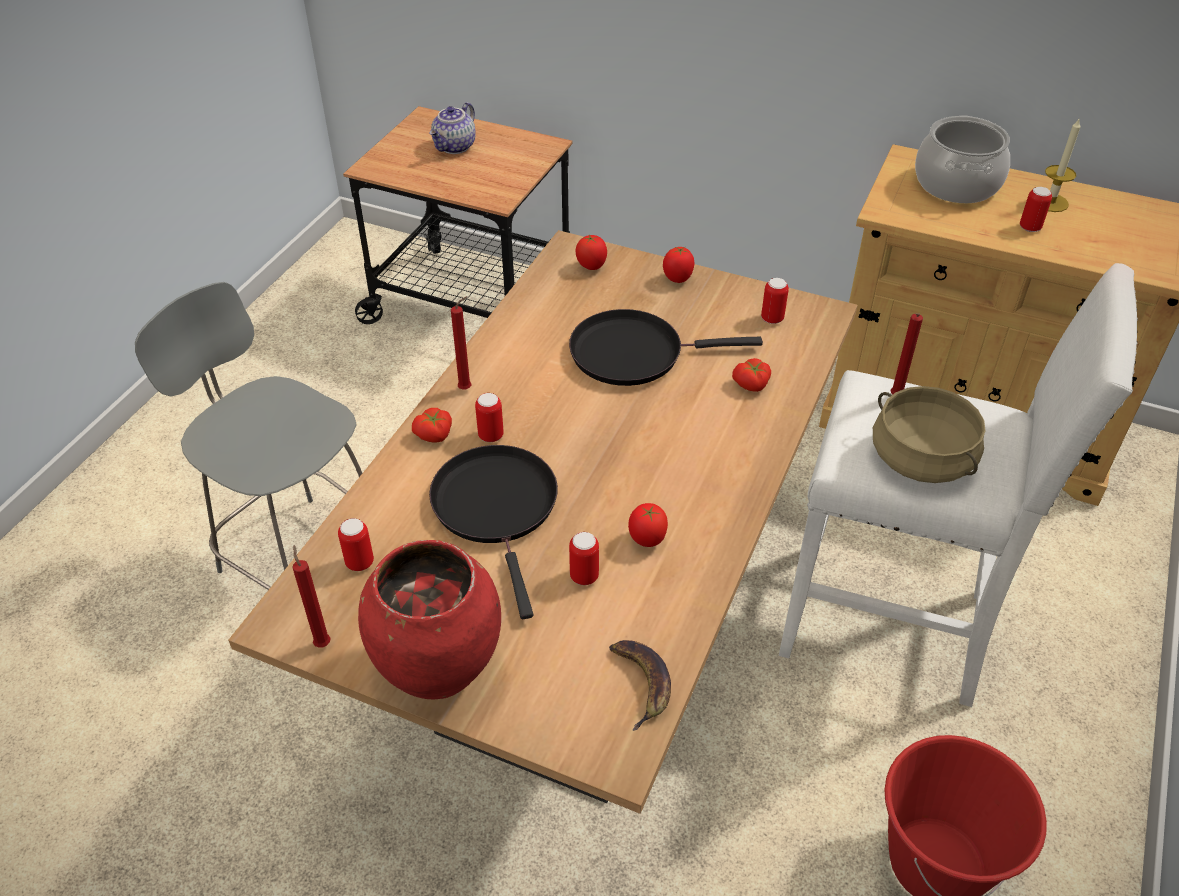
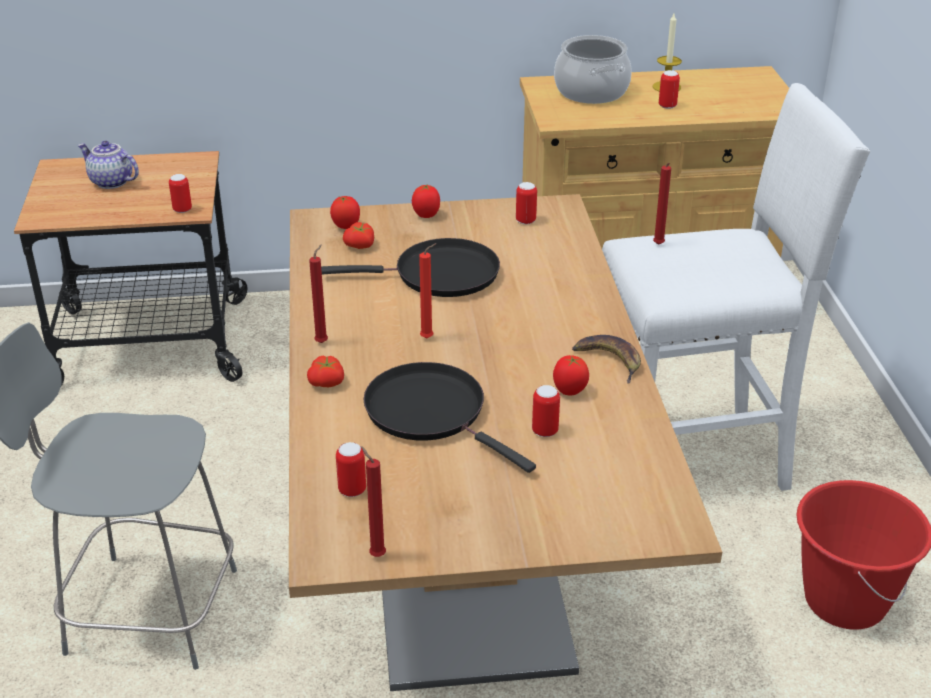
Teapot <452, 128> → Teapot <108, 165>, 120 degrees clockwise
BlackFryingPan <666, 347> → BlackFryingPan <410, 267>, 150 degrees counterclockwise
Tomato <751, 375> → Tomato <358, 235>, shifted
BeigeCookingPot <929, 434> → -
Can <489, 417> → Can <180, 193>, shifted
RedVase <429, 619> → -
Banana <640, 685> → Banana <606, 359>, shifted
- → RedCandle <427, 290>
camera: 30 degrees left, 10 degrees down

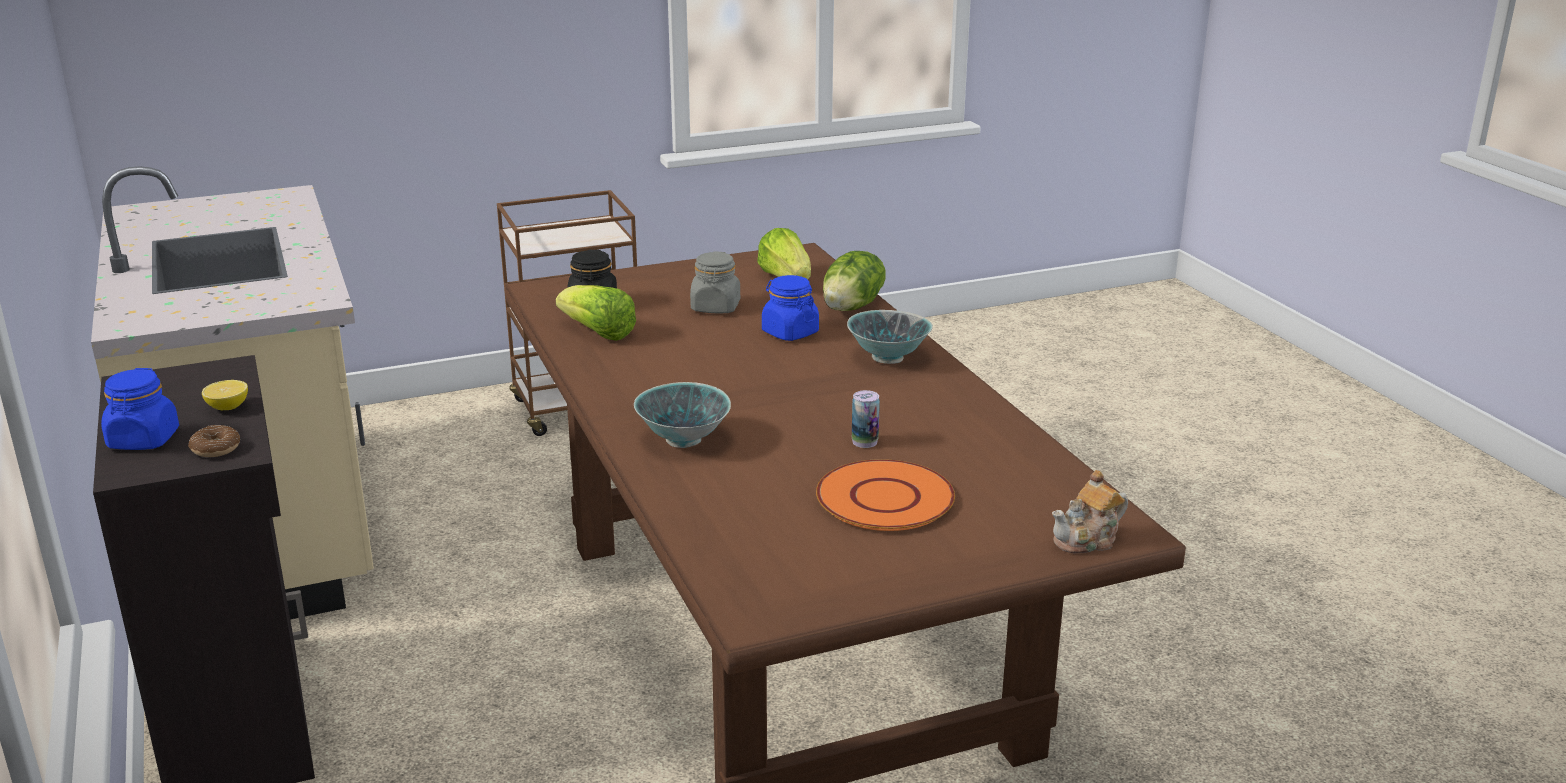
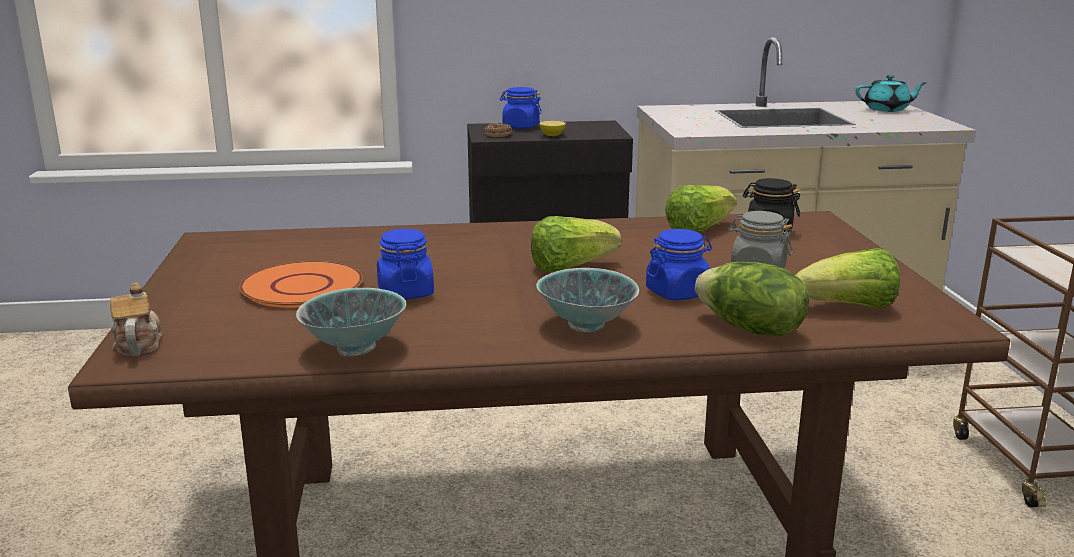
Bowl <682, 415> → Bowl <351, 322>, shifted
Can <866, 419> → BlueJar <405, 264>
- → TurquoiseTeapot <890, 93>
- → Lettuce <576, 244>
camera: 105 degrees right, 5 degrees down

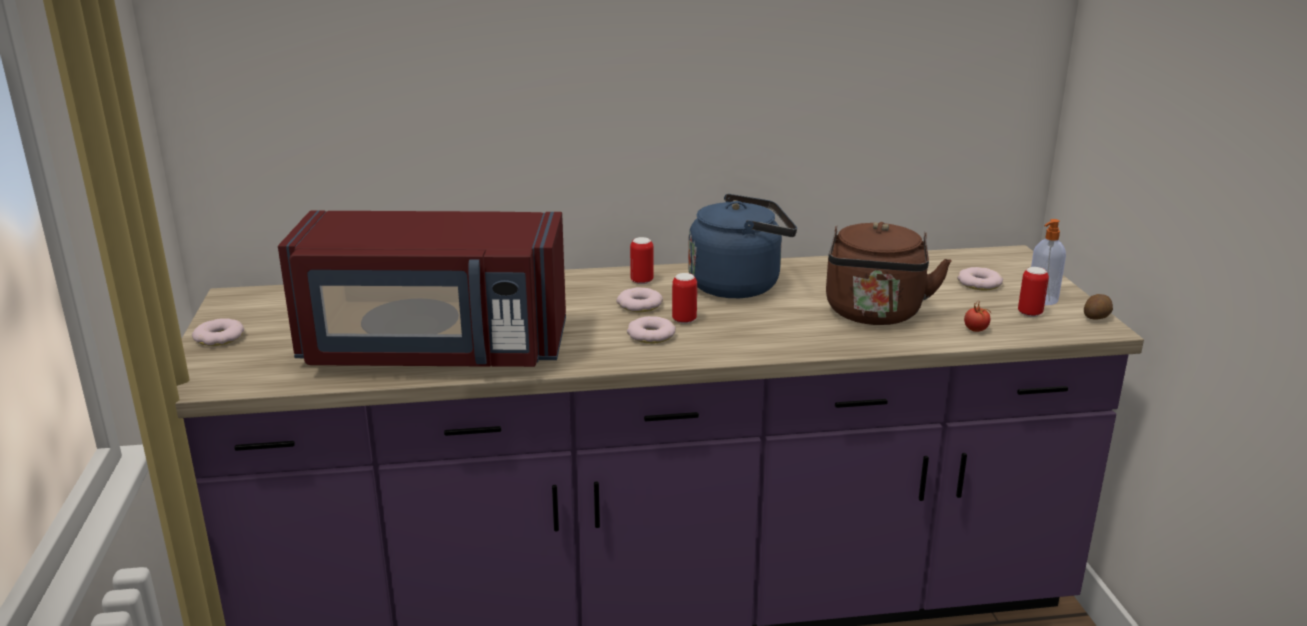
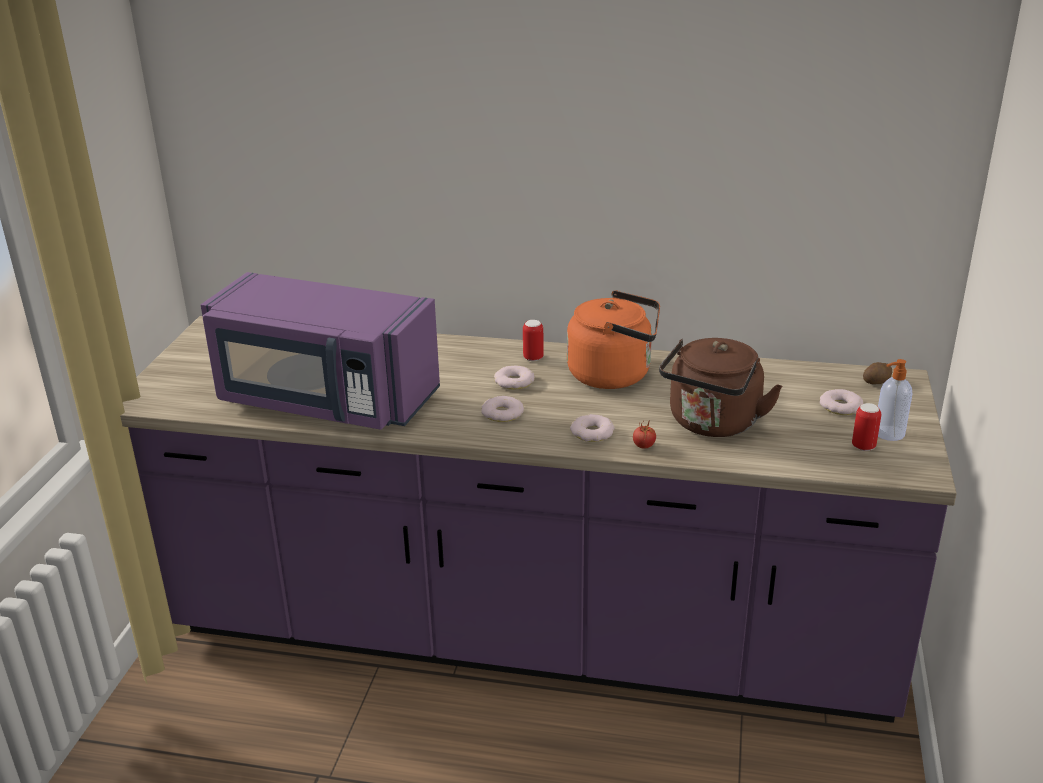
BlueKettle <742, 246> → OrangeKettle <613, 339>
RedMicrowave <422, 288> → PurpleMicrowave <320, 351>
Can <684, 298> → -
Potato <1098, 307> → Potato <877, 373>, shifted
Tomato <977, 316> → Tomato <644, 434>, shifted
Donut <218, 332> → Donut <592, 428>, shifted
camera: 20 degrees right, 5 degrees up

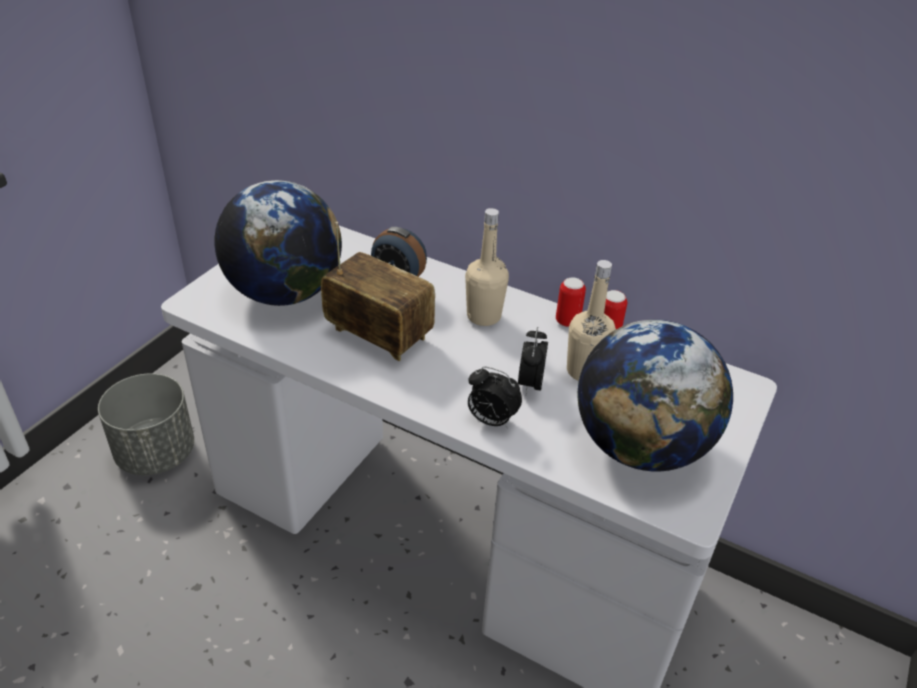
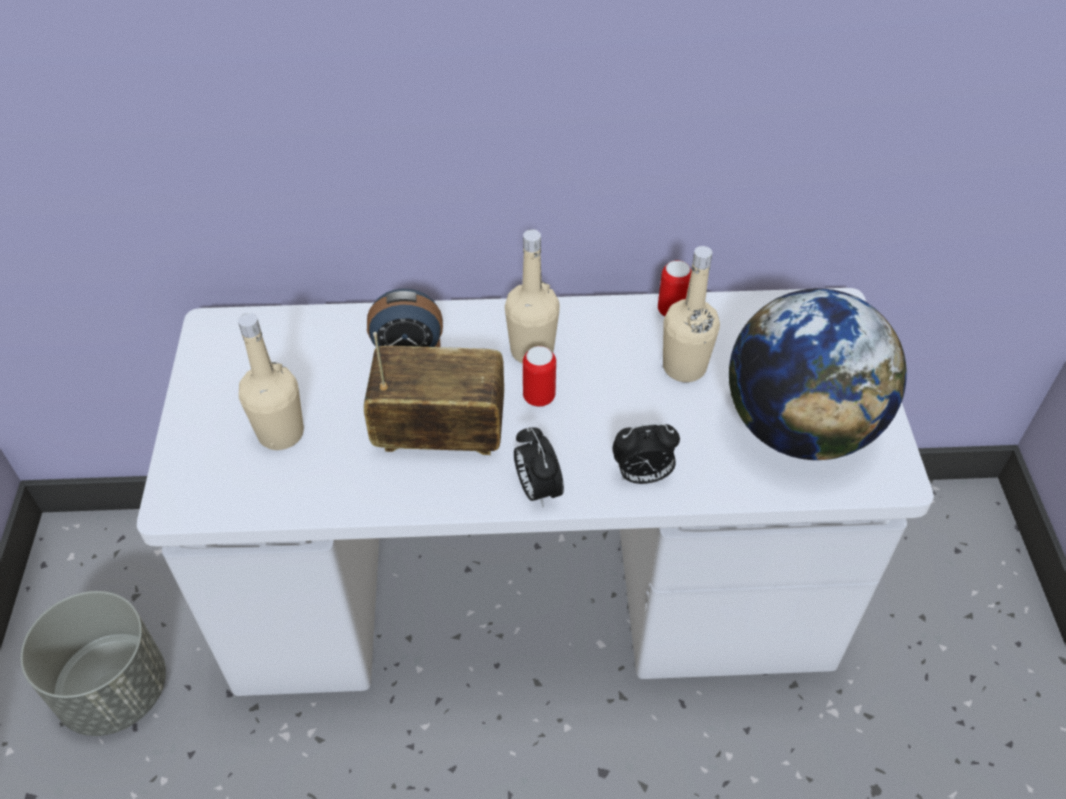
Globe <278, 243> → BeigeBottle <271, 381>
Can <571, 302> → Can <539, 376>, shifted
AlarmClock <533, 361> → AlarmClock <539, 467>, shifted
camera: 30 degrees left, 10 degrees up

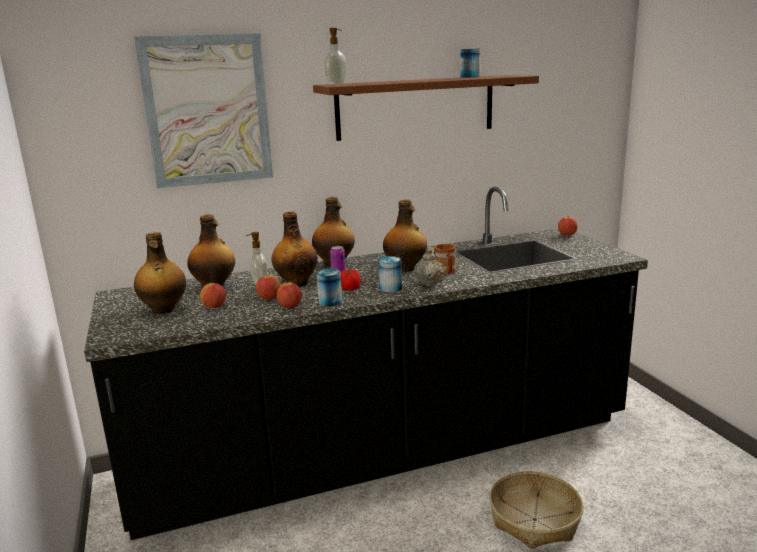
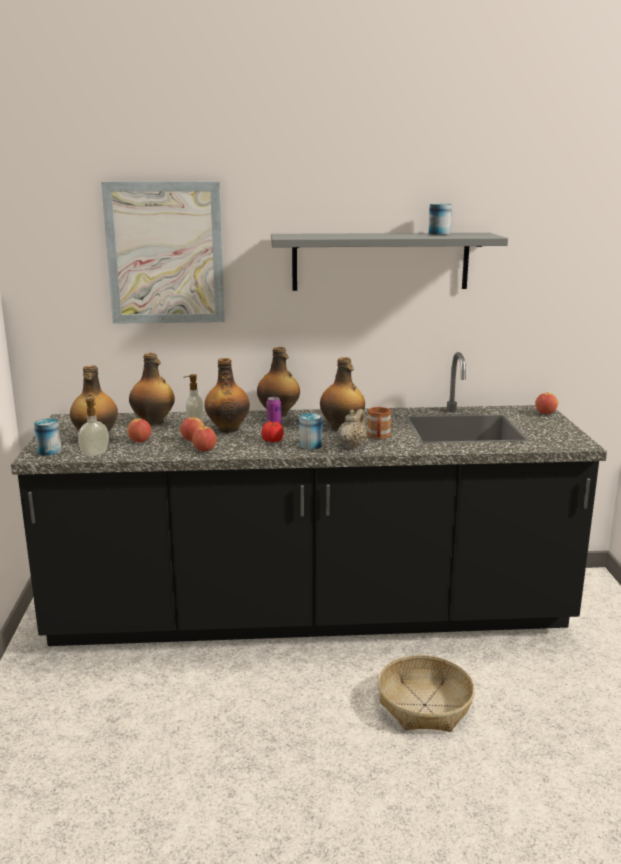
SoapDispenser <335, 56> → SoapDispenser <93, 427>, shifted
BrownShelf <426, 108> → GreyShelf <389, 262>
Can <329, 288> → Can <48, 437>, shifted
camera: 15 degrees right, 0 degrees up

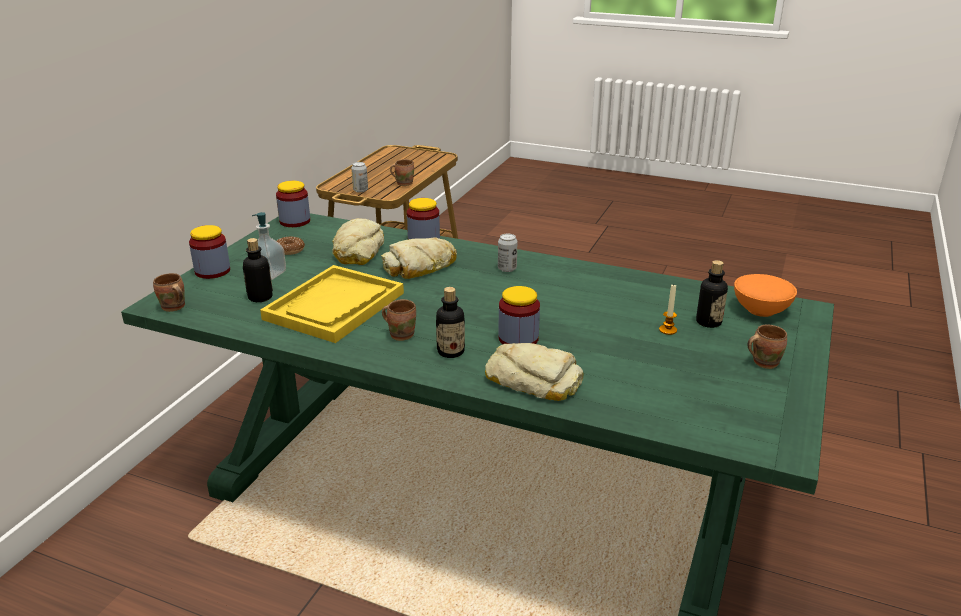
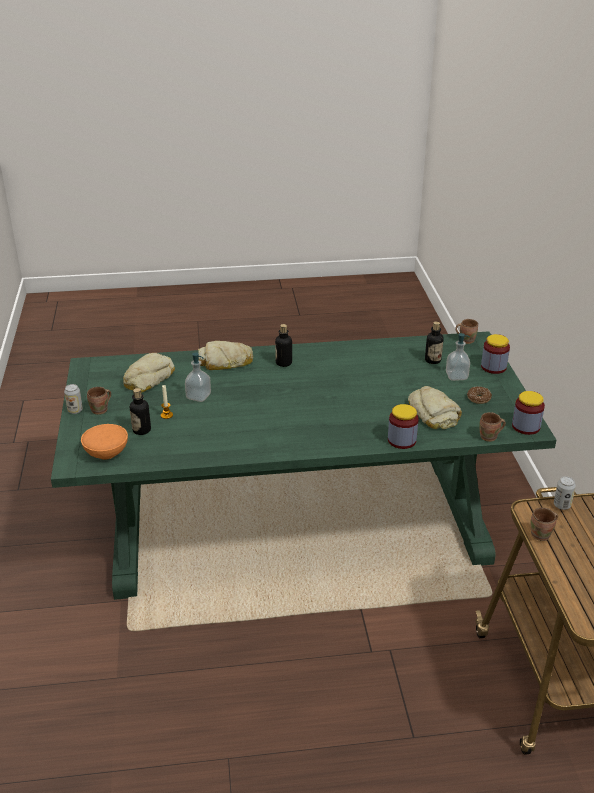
Can <507, 253> → Can <73, 399>, shifted
Bread <419, 258> → Bread <149, 373>, shifted
YellowTray <332, 304> → -
Jar <519, 315> → -
BrownMug <399, 320> → BrownMug <492, 427>, shifted
- → SoapDispenser <198, 377>
camera: 150 degrees right, 5 degrees up

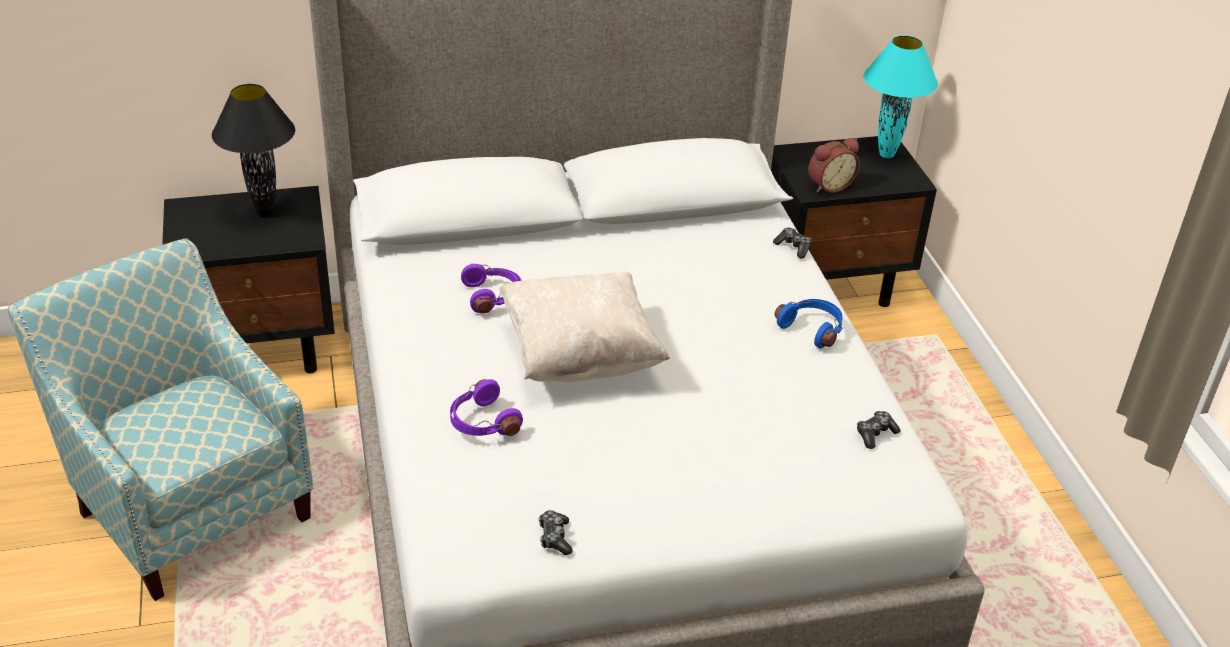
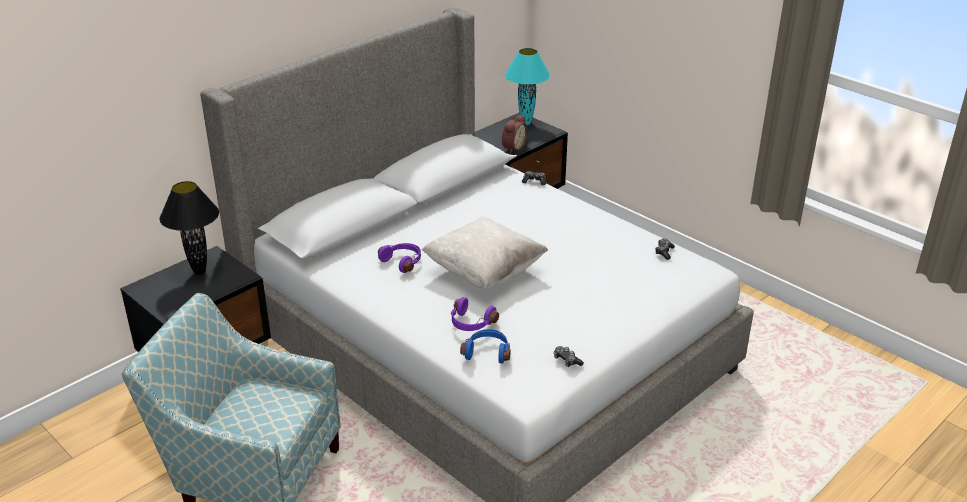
BlueHeadphones <809, 324> → BlueHeadphones <485, 346>, shifted
camera: 30 degrees left, 5 degrees down

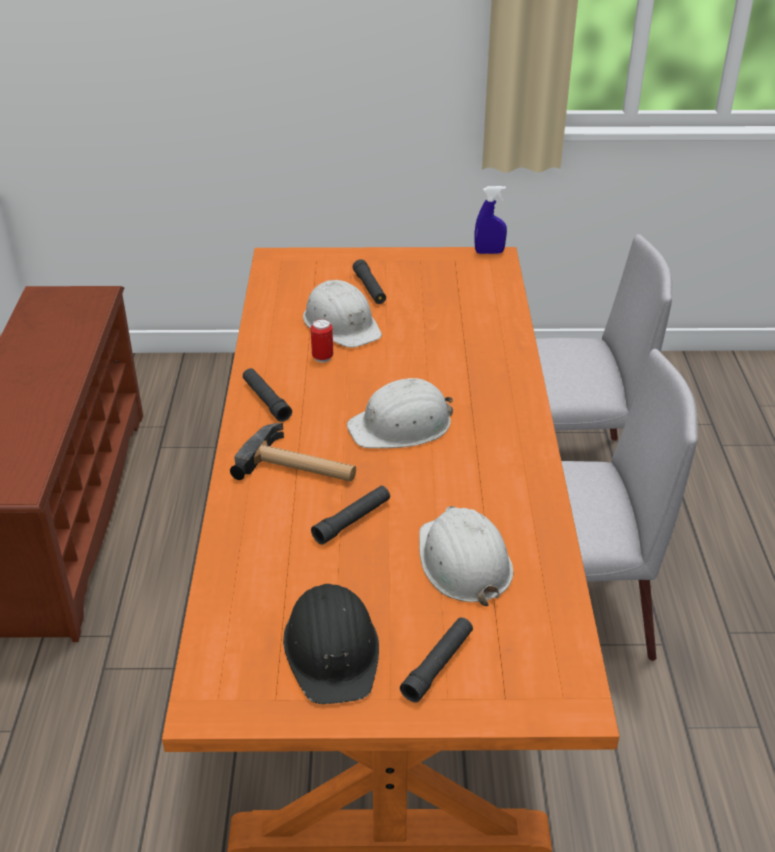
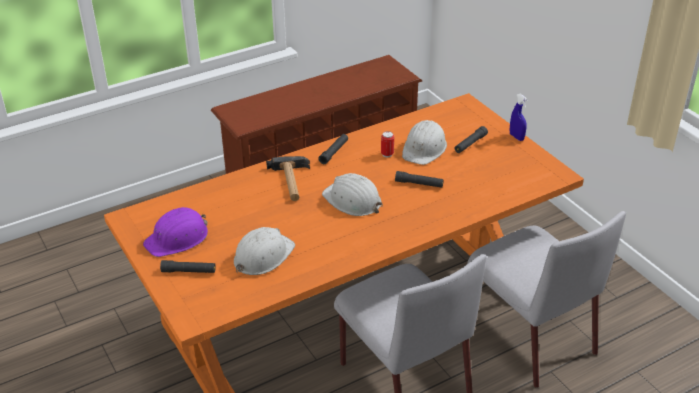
BlueSprayBottle <491, 220> → BlueSprayBottle <519, 117>, shifted
BlackFlashlight <350, 515> → BlackFlashlight <419, 179>, shifted
BlackHardHat <331, 644> → PurpleHardHat <175, 232>
camera: 60 degrees right, 0 degrees up

